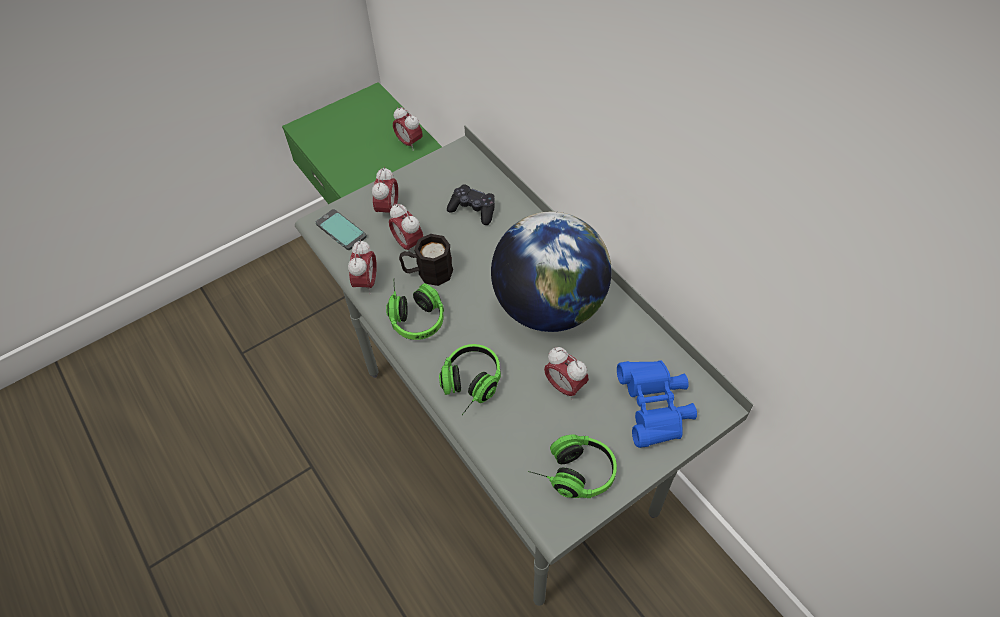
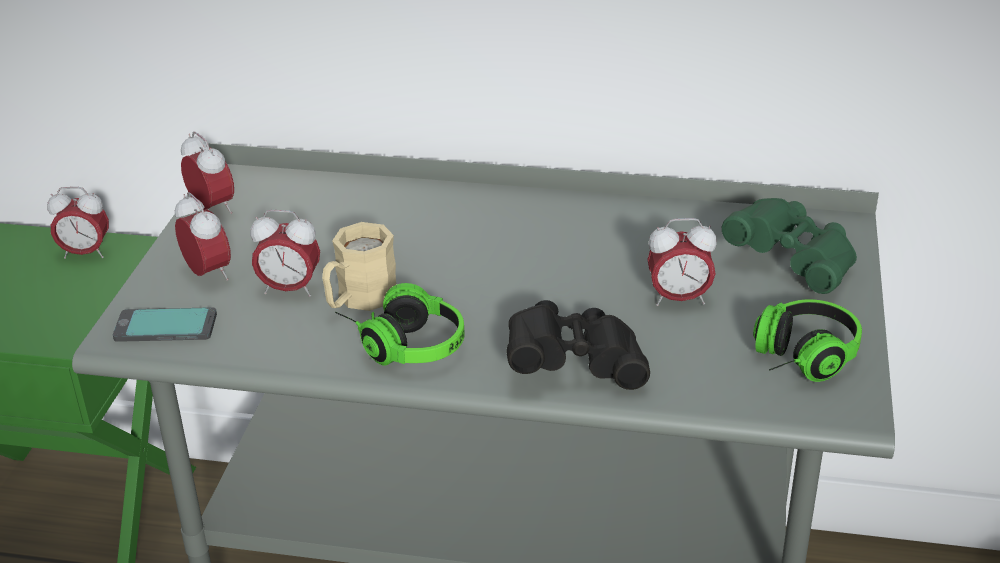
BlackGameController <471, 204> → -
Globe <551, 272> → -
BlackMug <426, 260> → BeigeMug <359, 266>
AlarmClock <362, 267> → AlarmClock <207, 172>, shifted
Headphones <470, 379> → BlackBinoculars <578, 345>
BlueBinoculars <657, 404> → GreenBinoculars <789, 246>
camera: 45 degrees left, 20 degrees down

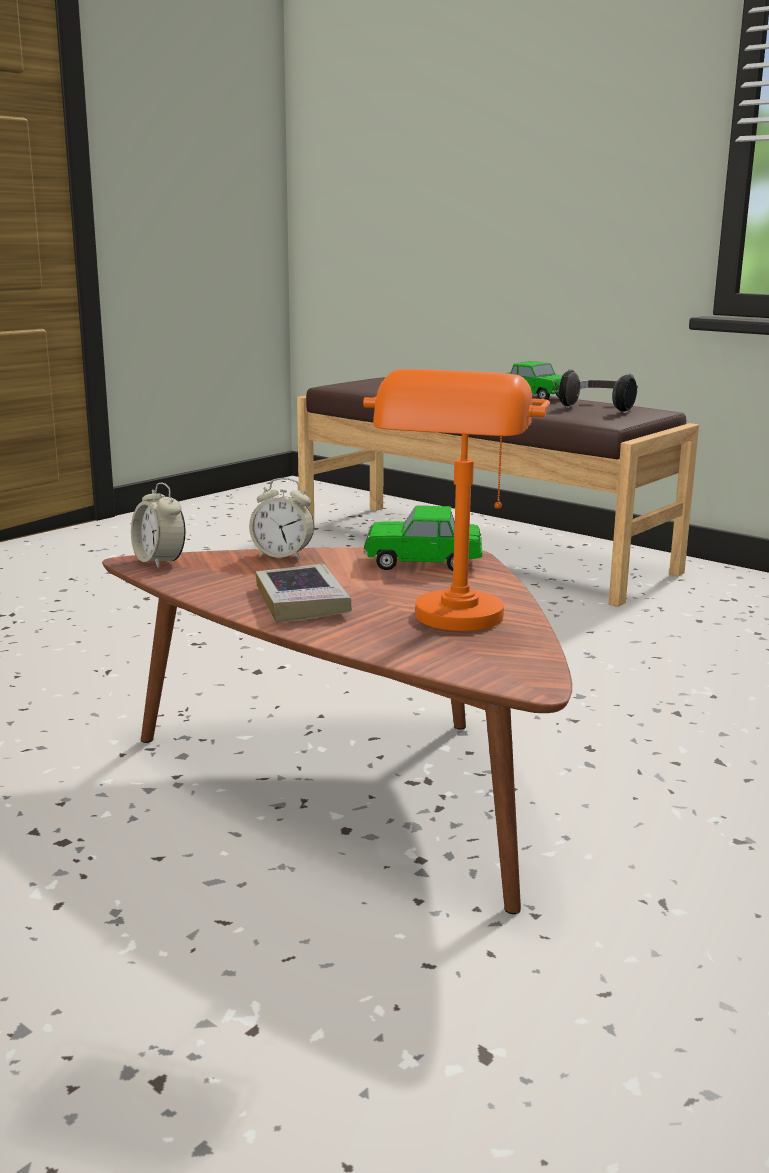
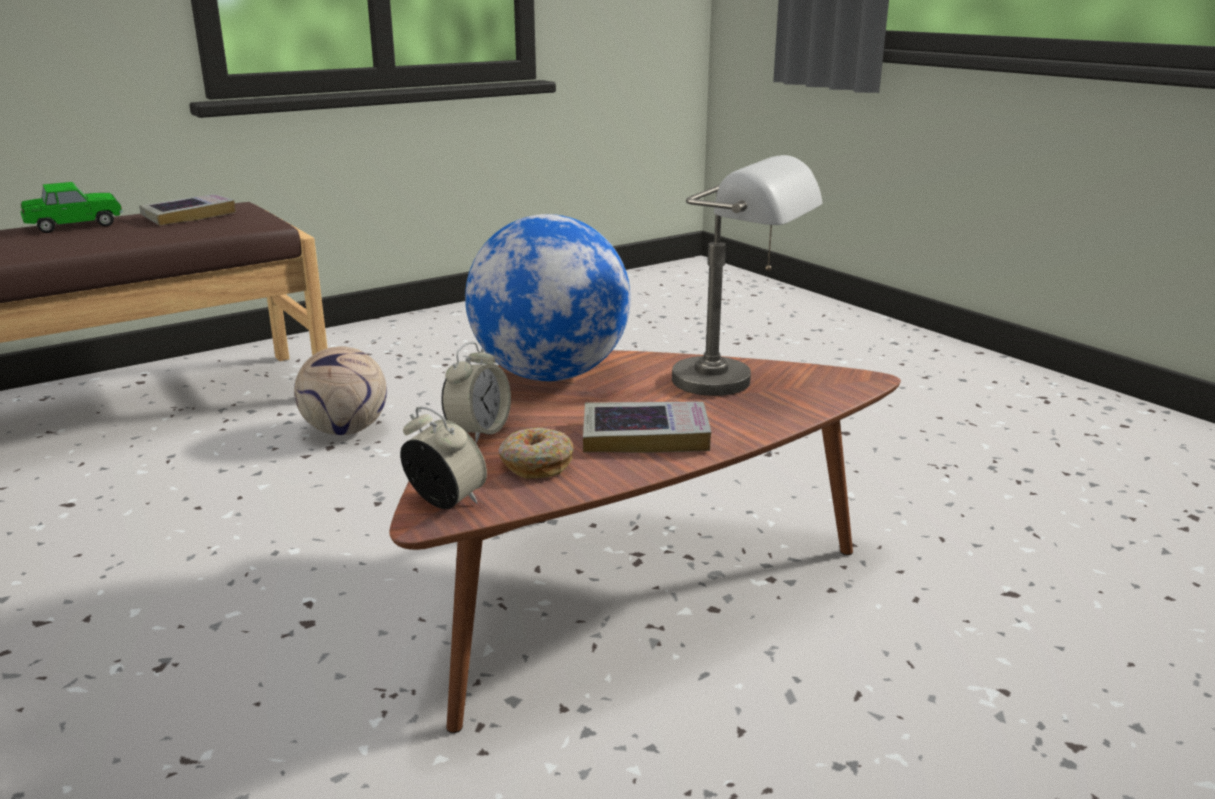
OrangeTableLamp <456, 500> → GreyTableLamp <747, 275>
Headphones <598, 391> → Book <187, 210>
AlarmClock <158, 525> → AlarmClock <443, 458>, 120 degrees counterclockwise
ToyCar <422, 538> → Globe <548, 297>
- → Football <340, 390>
- → Donut <536, 453>
camera: 75 degrees left, 5 degrees up

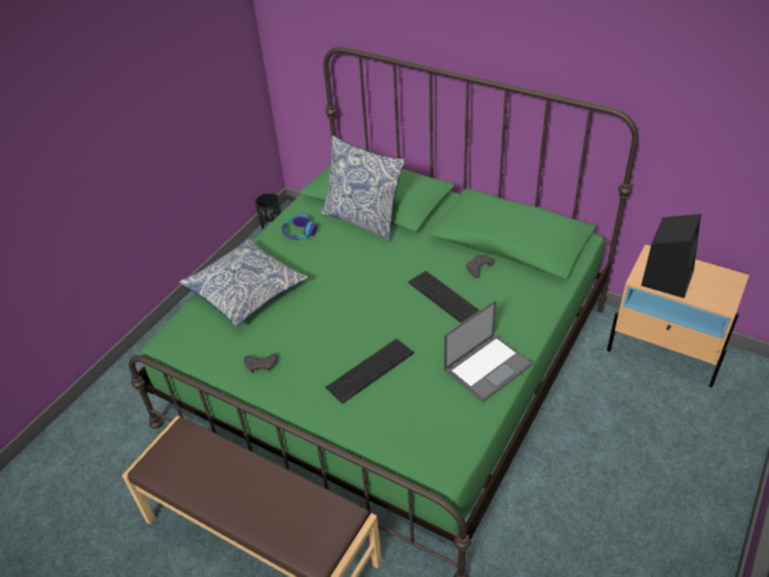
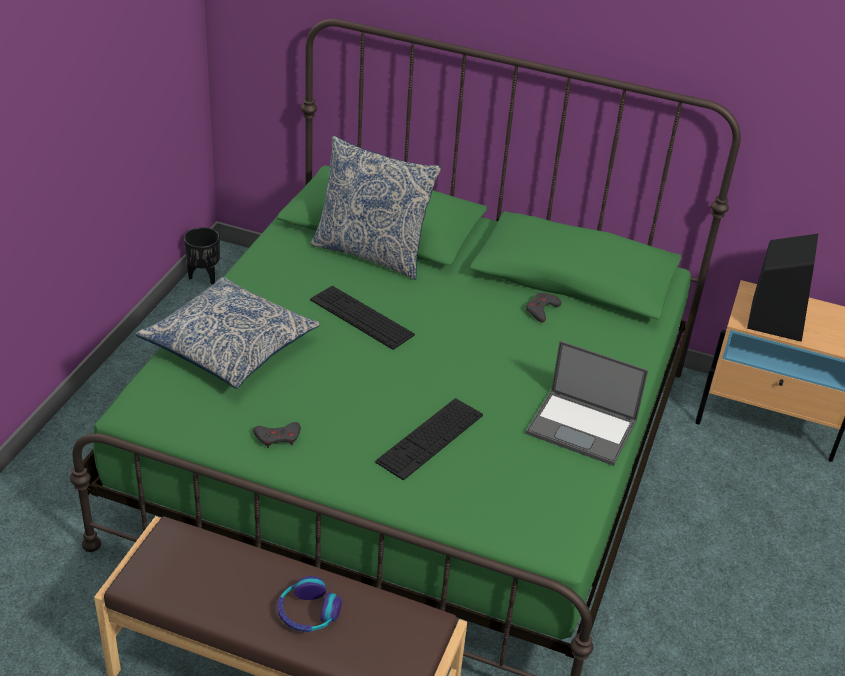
Headphones <299, 226> → Headphones <309, 604>, shifted
Keyboard <444, 297> → Keyboard <362, 318>, shifted
Laptop <488, 351> → Laptop <587, 403>, 75 degrees clockwise
camera: 15 degrees left, 5 degrees down

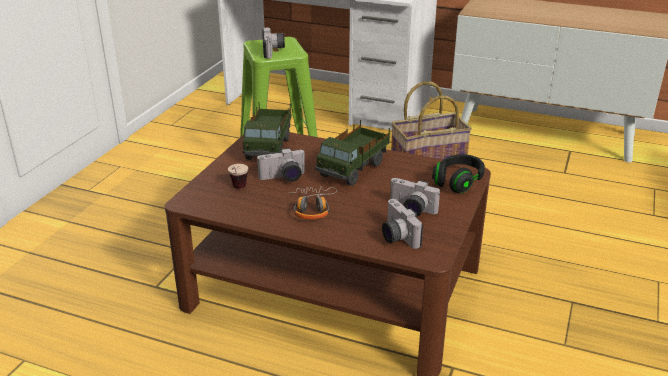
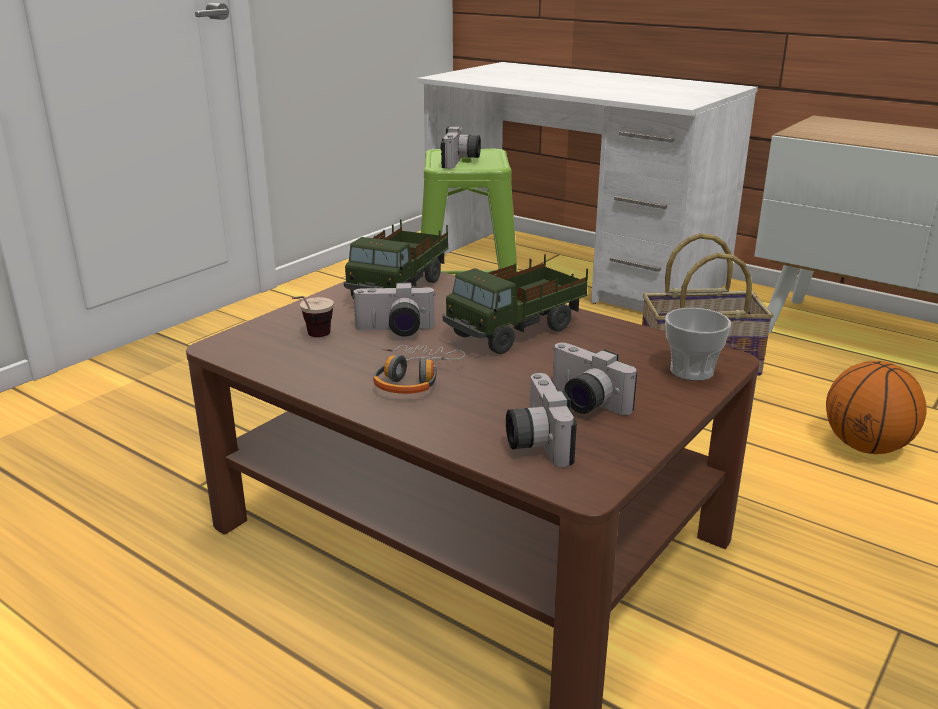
BlackHeadphones <458, 173> → Cup <698, 344>
- → Basketball <876, 407>
camera: 15 degrees right, 5 degrees down

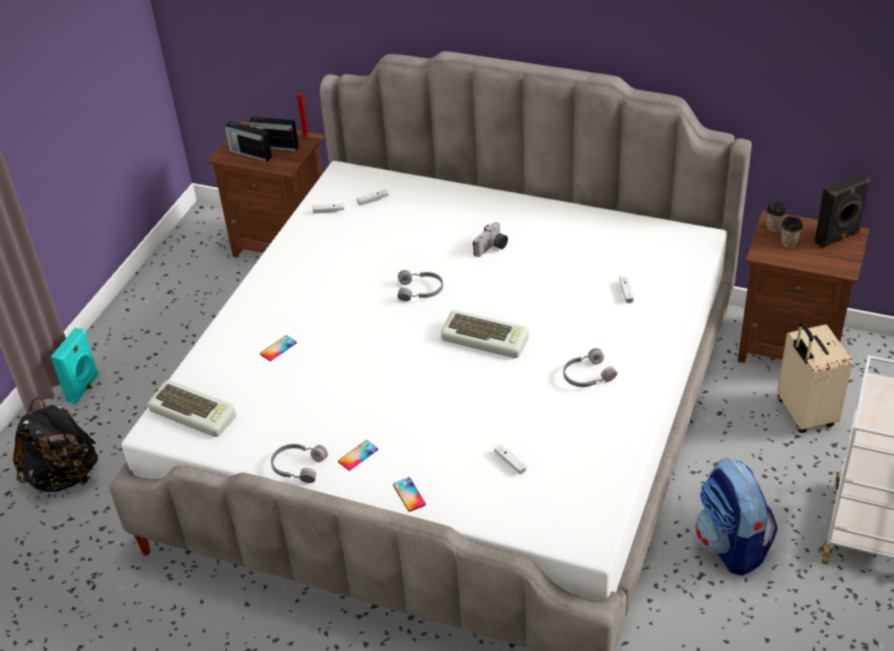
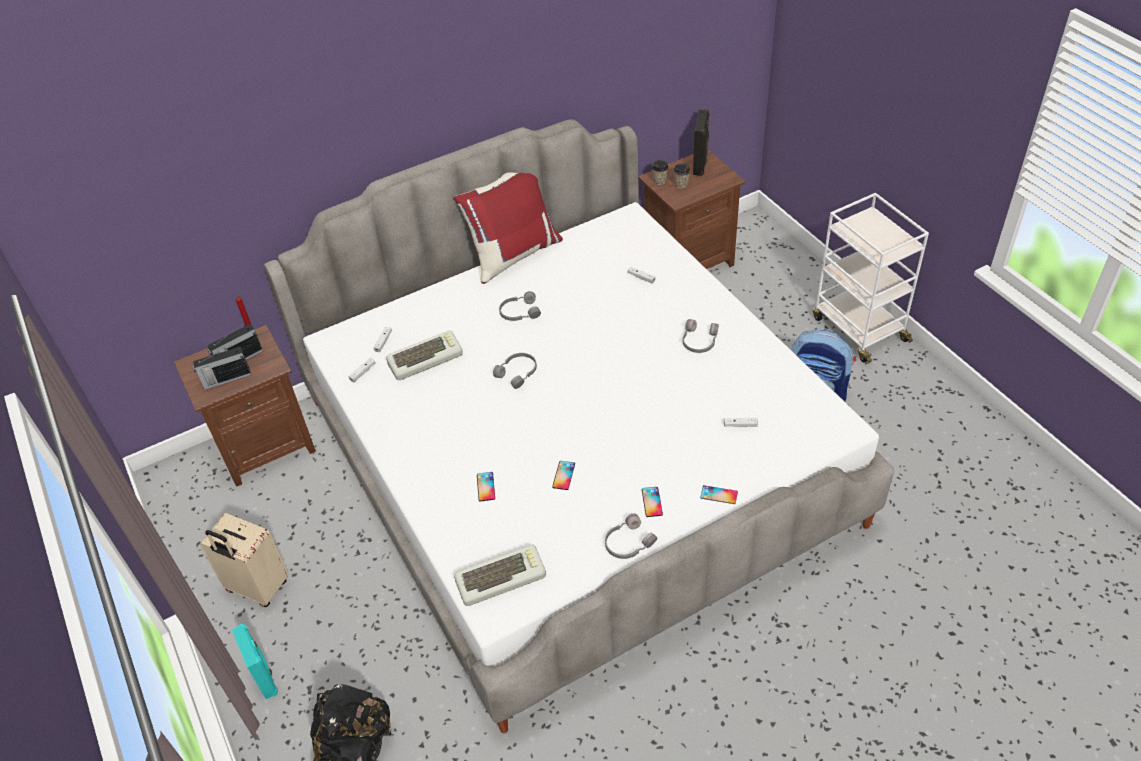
PhotoCamera <490, 239> → GreyHeadphones <520, 306>
Keyboard <485, 334> → Keyboard <424, 355>, shifted
BeigeSuitcase <814, 377> → BeigeSuitcase <244, 560>, shifted
- → RedPillow <508, 228>
- → Phone <563, 475>
camera: 50 degrees left, 5 degrees up

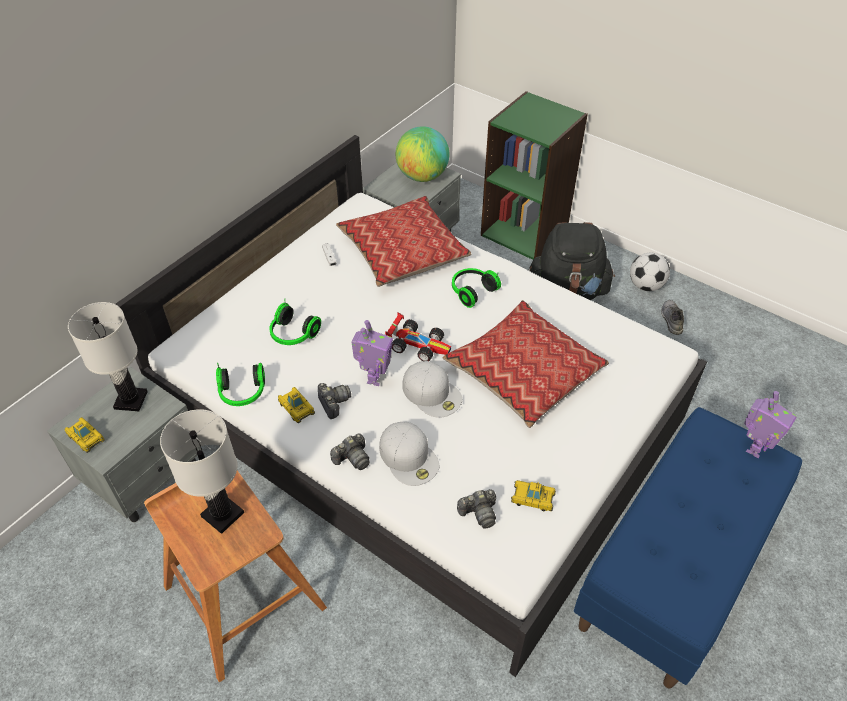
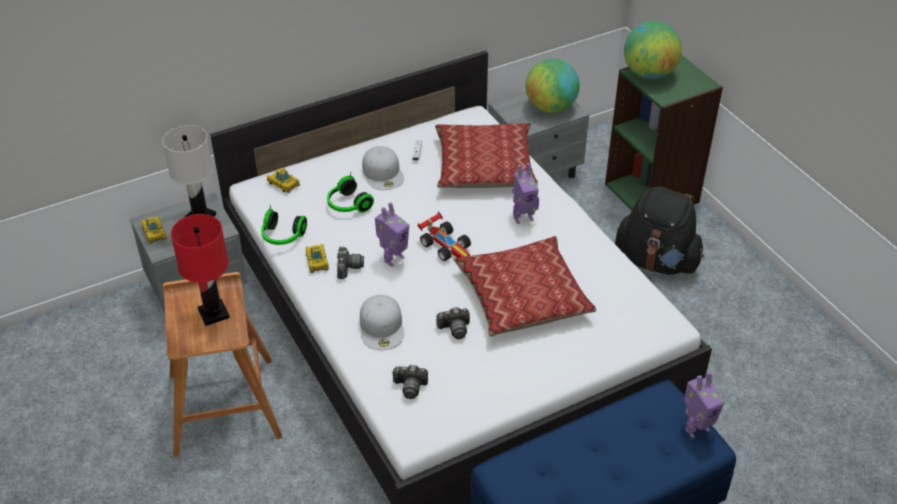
Football <650, 272> → -
Headphones <476, 288> → ToyRobot <525, 193>
GreyShoe <672, 317> → -
WhiteCap <432, 389> → WhiteCap <383, 168>, shifted
WhiteTableLamp <202, 471> → RedTableLamp <200, 270>
PhotoCamera <350, 451> → PhotoCamera <453, 323>, shifted
ToyCar <533, 495> → ToyCar <283, 180>, shifted
- → Globe <653, 50>
camera: 25 degrees right, 5 degrees down

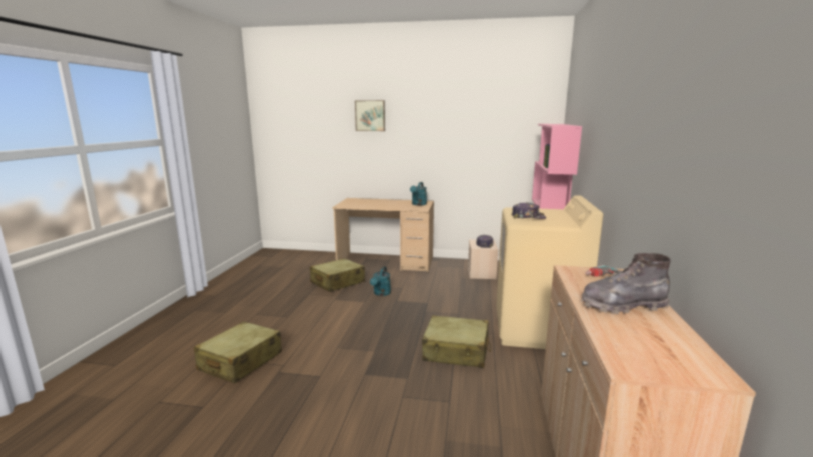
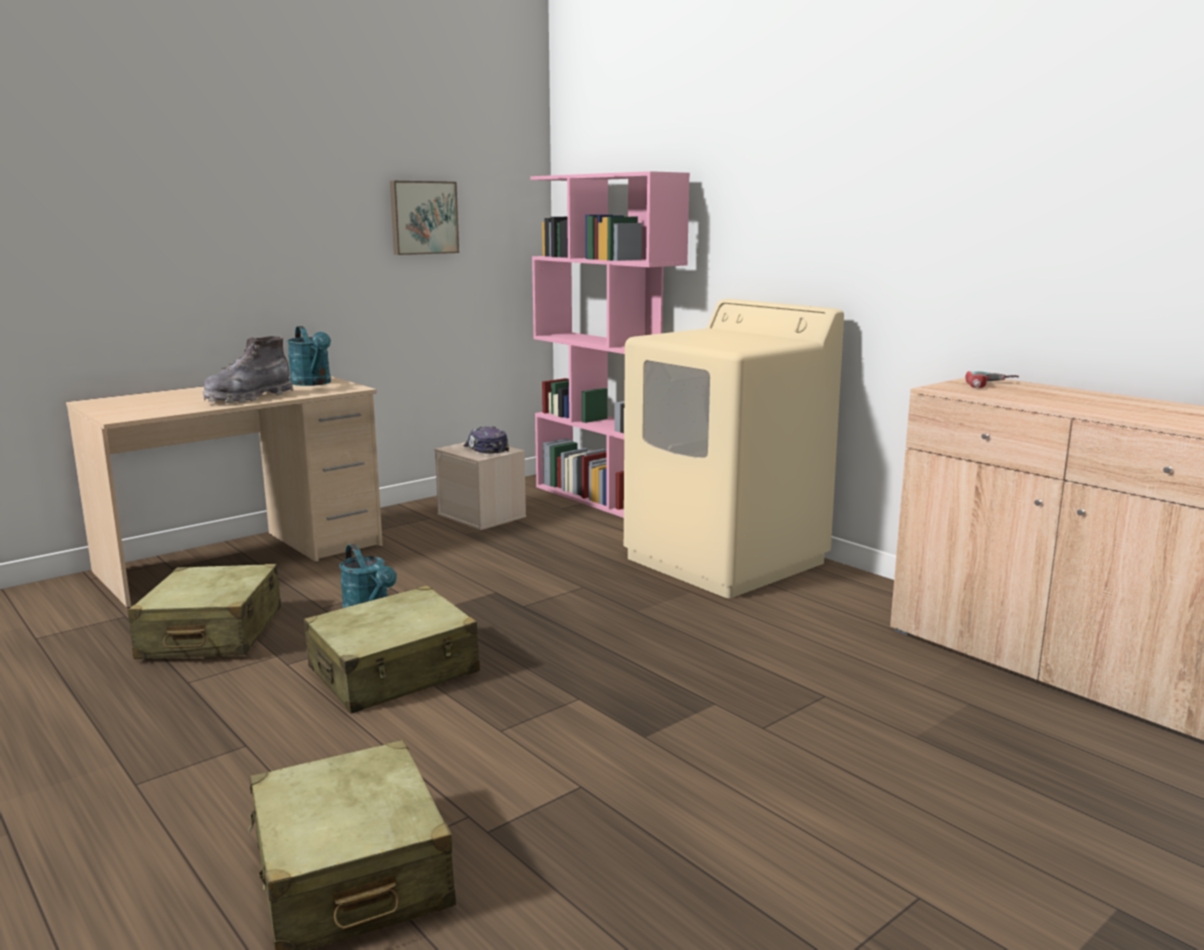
Picture <370, 115> → Picture <424, 218>, shifted
Cap <528, 210> → -
GreyBoot <626, 283> → GreyBoot <248, 369>, shifted
BeigeSuitcase <456, 341> → BeigeSuitcase <392, 649>, shifted
camera: 50 degrees left, 0 degrees up

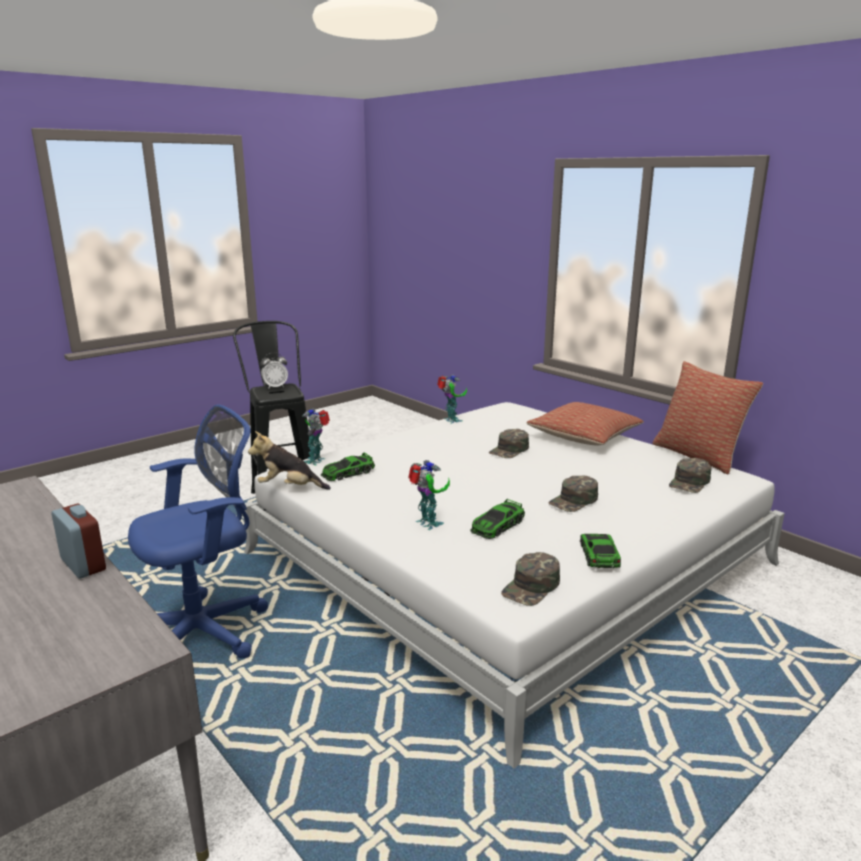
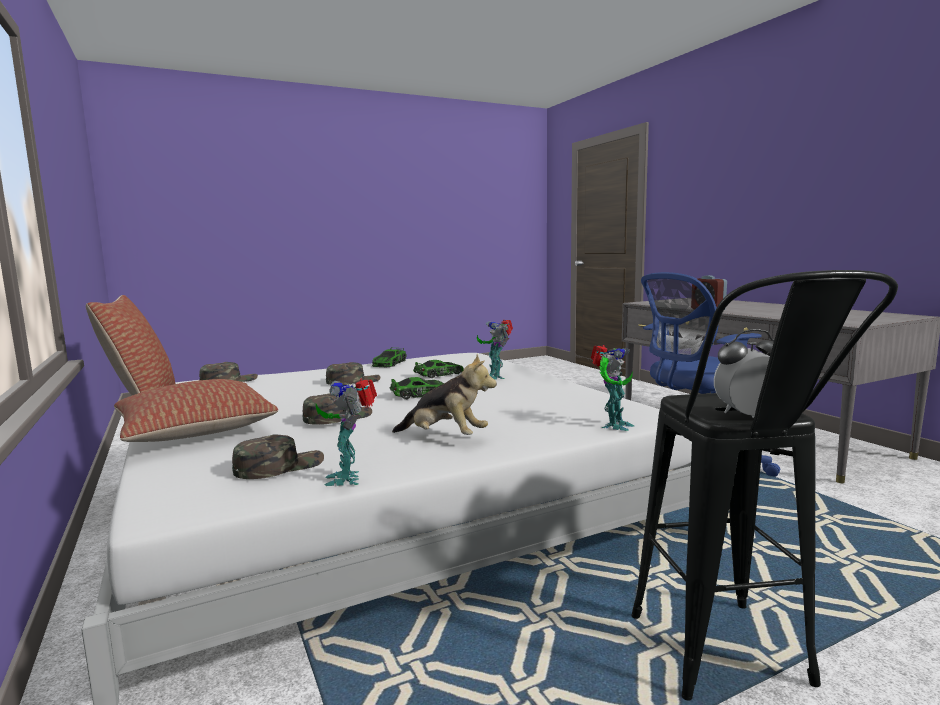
PlushToy <289, 460> → PlushToy <444, 394>, shifted
ToyCar <348, 466> → ToyCar <417, 388>, shifted
GreenCap <530, 579> → GreenCap <278, 457>, shifted
camera: 165 degrees left, 10 degrees down

